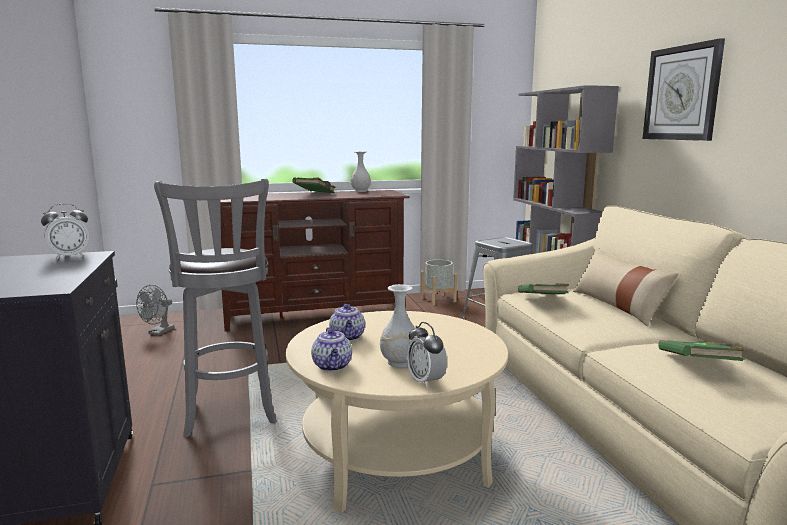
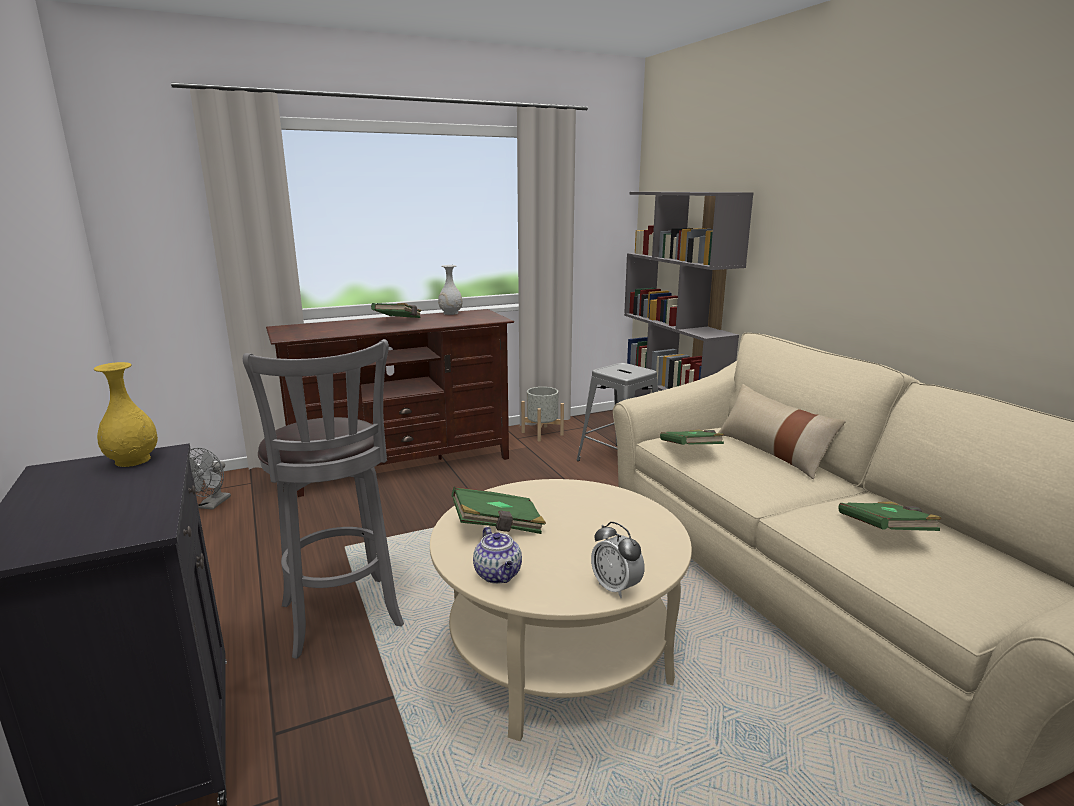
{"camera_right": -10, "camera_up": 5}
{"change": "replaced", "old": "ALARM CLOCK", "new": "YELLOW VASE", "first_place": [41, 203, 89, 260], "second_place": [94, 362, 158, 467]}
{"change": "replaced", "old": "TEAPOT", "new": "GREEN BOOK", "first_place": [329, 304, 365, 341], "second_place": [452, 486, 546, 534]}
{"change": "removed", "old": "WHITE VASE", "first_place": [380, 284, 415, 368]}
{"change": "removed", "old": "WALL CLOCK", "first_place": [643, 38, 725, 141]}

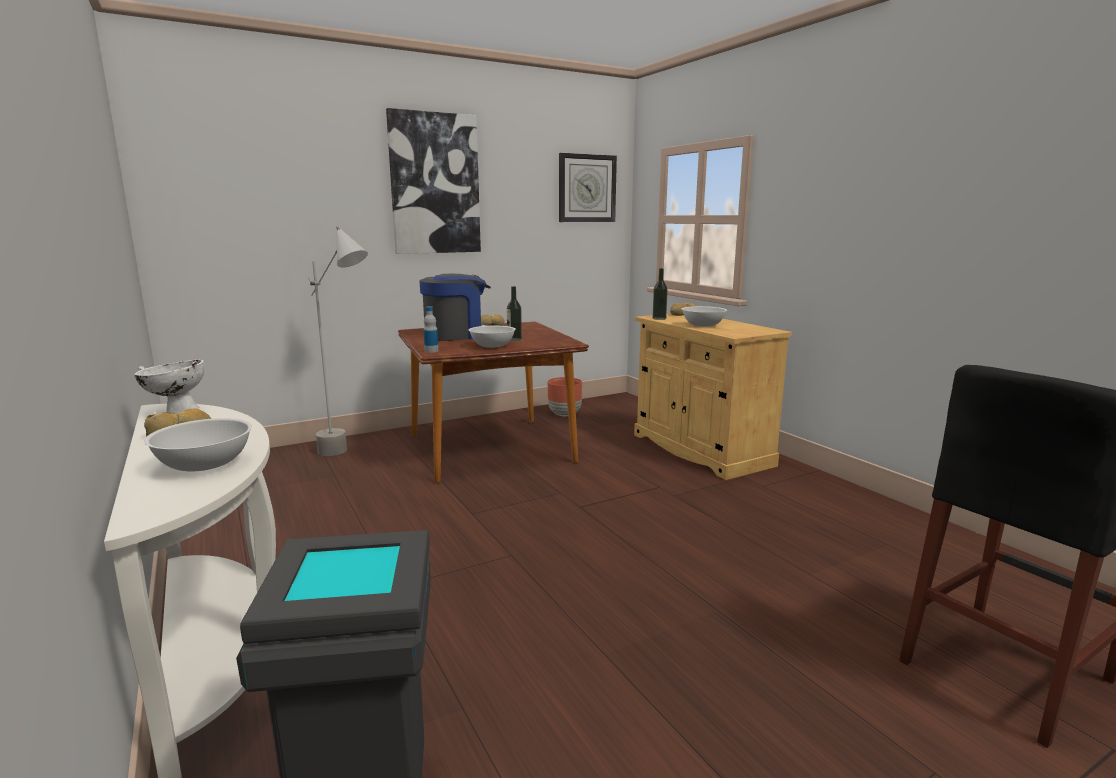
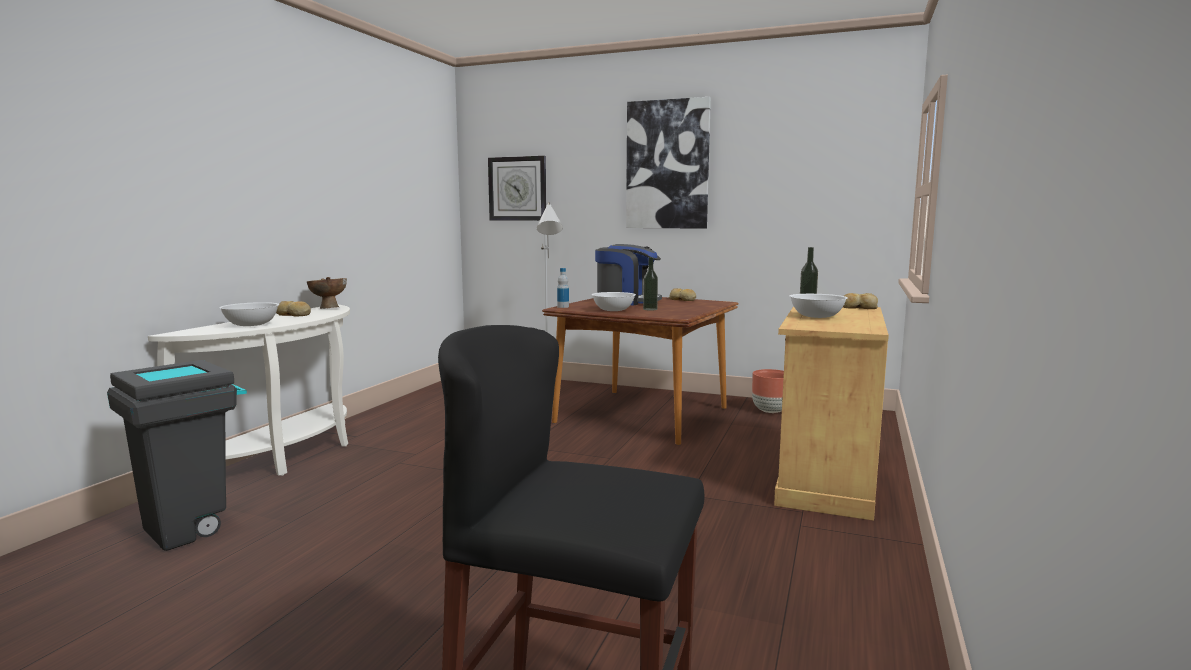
{"camera_right": 50, "camera_up": -5}
{"change": "recoloured", "old": "WHITE BOWL", "new": "BROWN BOWL", "first_place": [135, 359, 205, 414], "second_place": [307, 277, 347, 309]}
{"change": "moved", "old": "WALL CLOCK", "first_place": [559, 153, 617, 222], "second_place": [488, 156, 546, 221]}

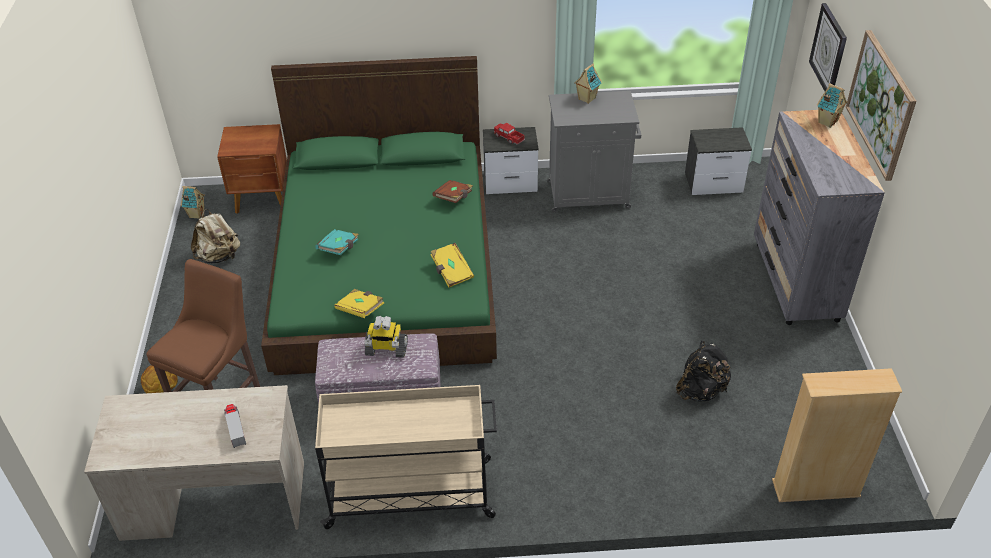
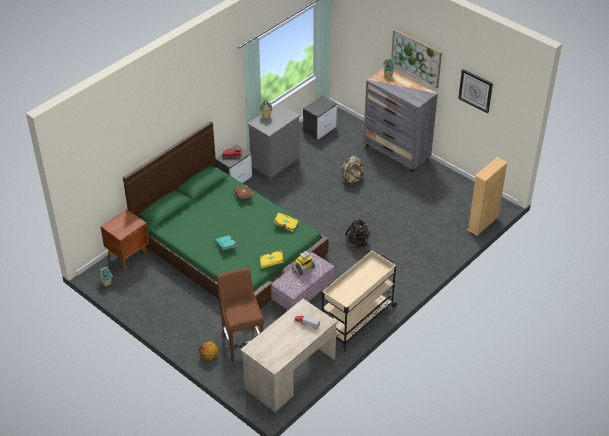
{"camera_right": -45, "camera_up": 0}
{"change": "moved", "old": "BEIGE BACKPACK", "first_place": [191, 209, 240, 263], "second_place": [342, 156, 364, 185]}
{"change": "moved", "old": "BLACK BACKPACK", "first_place": [676, 341, 732, 401], "second_place": [345, 219, 370, 251]}
{"change": "moved", "old": "WALL CLOCK", "first_place": [809, 3, 847, 91], "second_place": [458, 69, 493, 114]}

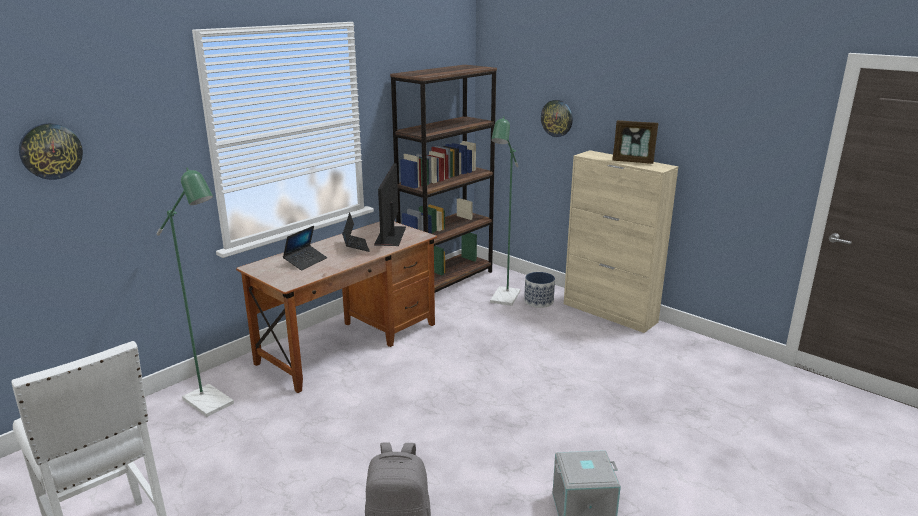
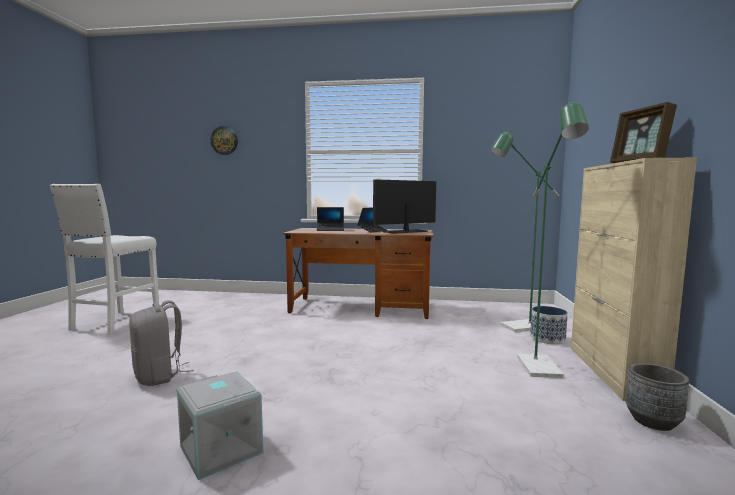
{"camera_right": 55, "camera_up": -15}
{"change": "moved", "old": "GREEN FLOOR LAMP", "first_place": [156, 167, 234, 417], "second_place": [517, 102, 589, 378]}
{"change": "added", "new": "GREY PLANTER", "second_place": [626, 363, 689, 431]}
{"change": "removed", "old": "BROWN BOOKCASE", "first_place": [390, 65, 497, 293]}
{"change": "removed", "old": "WALL CLOCK", "first_place": [541, 100, 573, 137]}

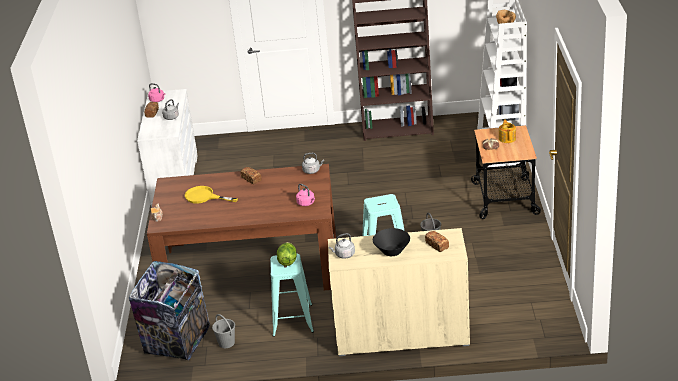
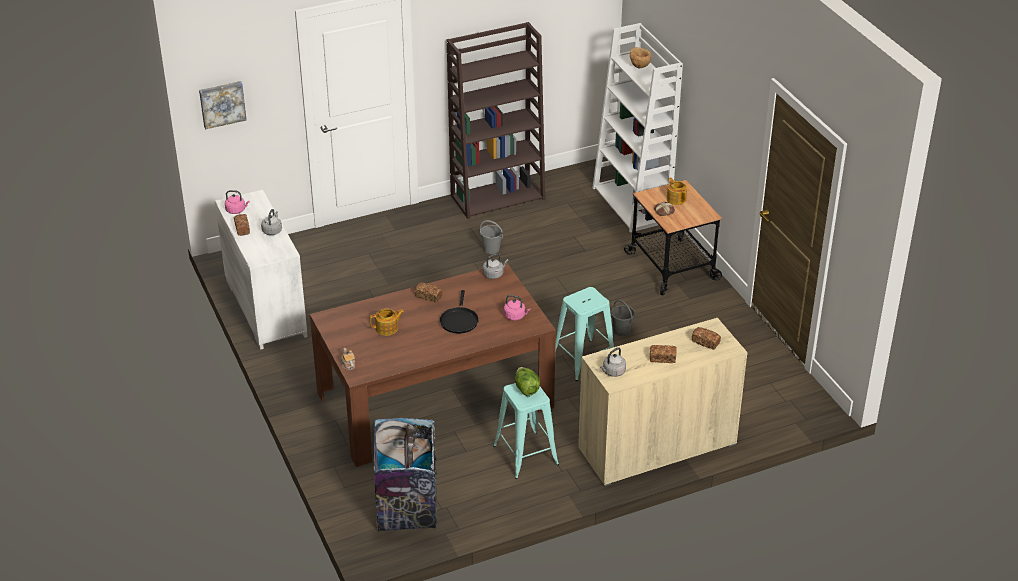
{"camera_right": -25, "camera_up": 5}
{"change": "added", "new": "PICTURE", "second_place": [199, 81, 247, 129]}
{"change": "replaced", "old": "YELLOW FRYING PAN", "new": "TEAPOT", "first_place": [185, 186, 238, 204], "second_place": [369, 308, 404, 336]}
{"change": "added", "new": "BLACK FRYING PAN", "second_place": [440, 290, 479, 334]}
{"change": "moved", "old": "GREY BUCKET", "first_place": [212, 314, 235, 348], "second_place": [480, 220, 503, 254]}
{"change": "replaced", "old": "BLACK BOWL", "new": "BREAD", "first_place": [373, 228, 410, 256], "second_place": [650, 345, 677, 363]}

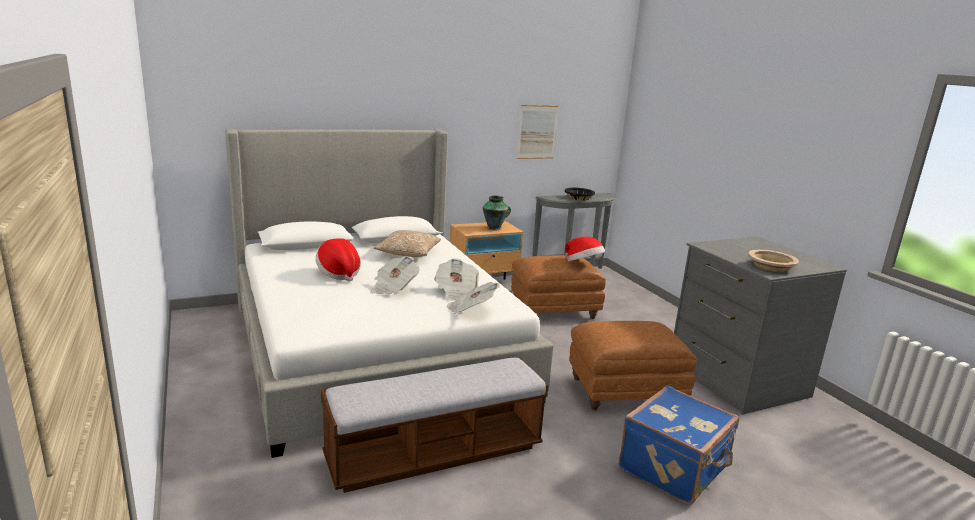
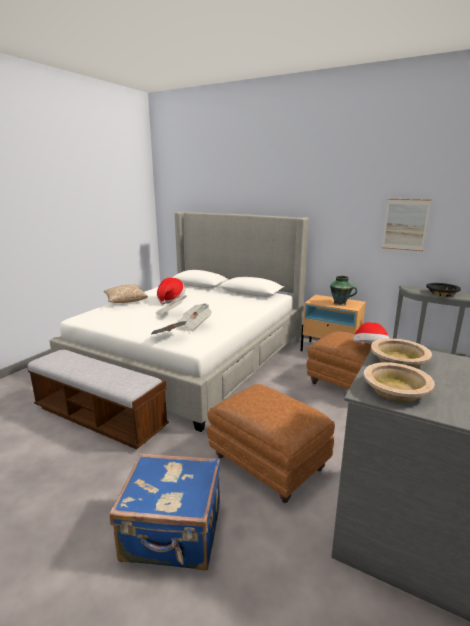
{"camera_right": 55, "camera_up": 0}
{"change": "moved", "old": "PILLOW", "first_place": [374, 230, 441, 257], "second_place": [104, 284, 148, 303]}
{"change": "added", "new": "BEIGE BOWL", "second_place": [371, 338, 432, 368]}

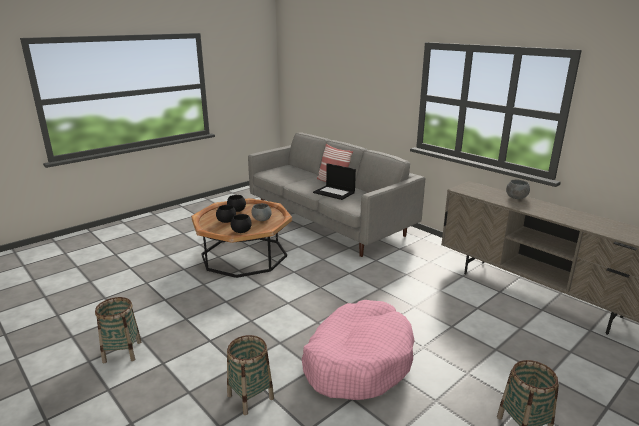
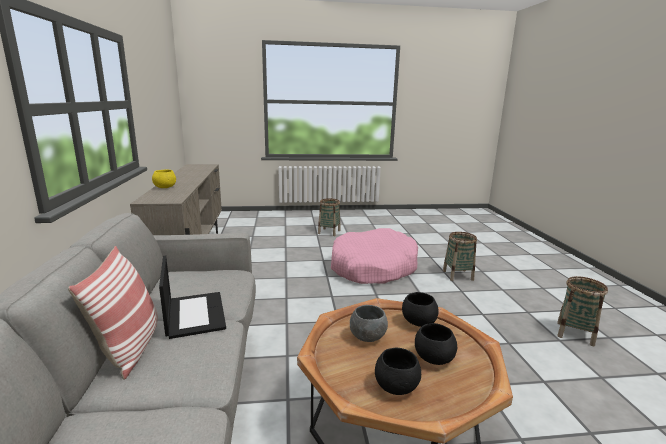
{"camera_right": -145, "camera_up": -5}
{"change": "recoloured", "old": "GREY BOWL", "new": "YELLOW BOWL", "first_place": [506, 180, 530, 199], "second_place": [152, 170, 176, 188]}

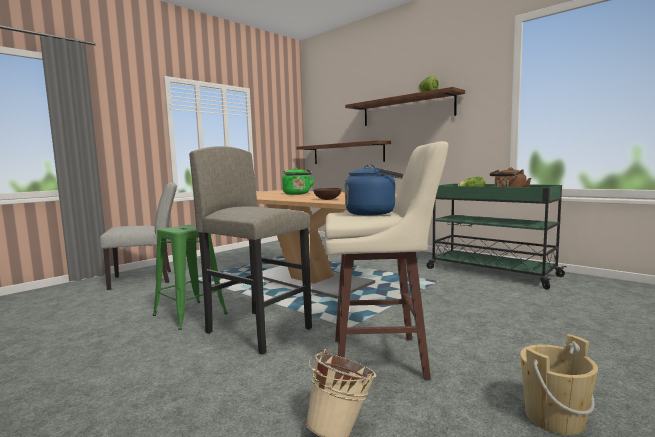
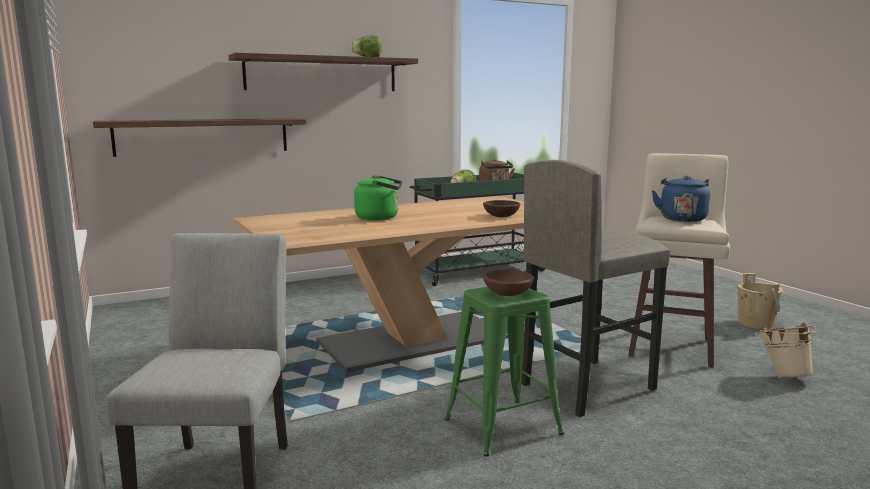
{"camera_right": -70, "camera_up": 5}
{"change": "added", "new": "BROWN BOWL", "second_place": [483, 270, 534, 296]}

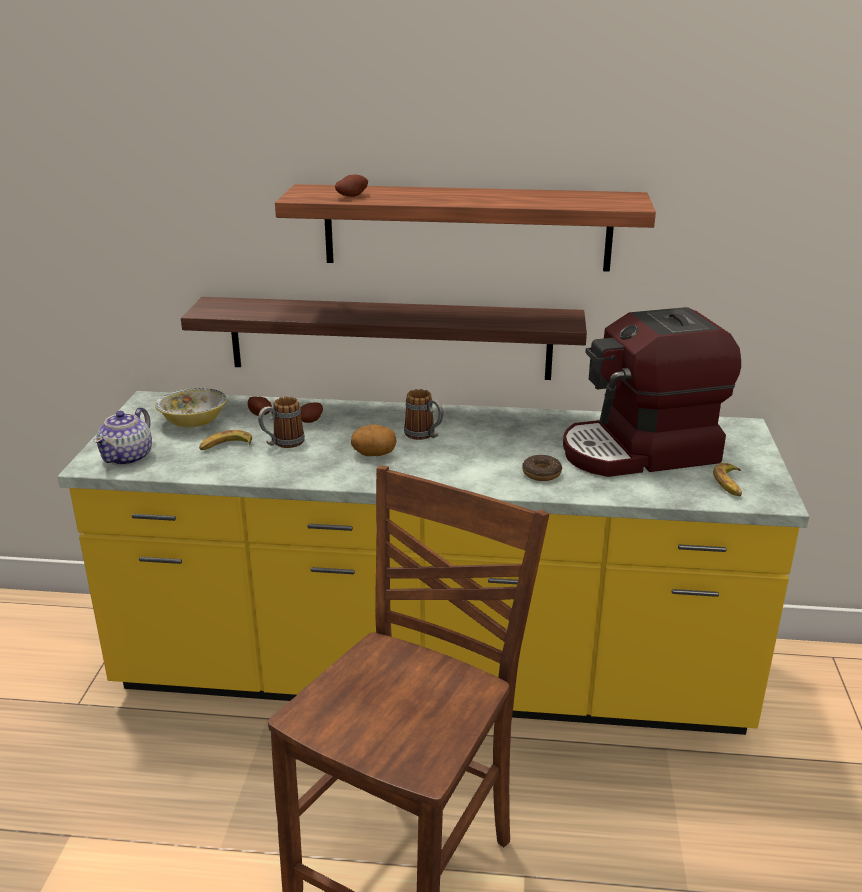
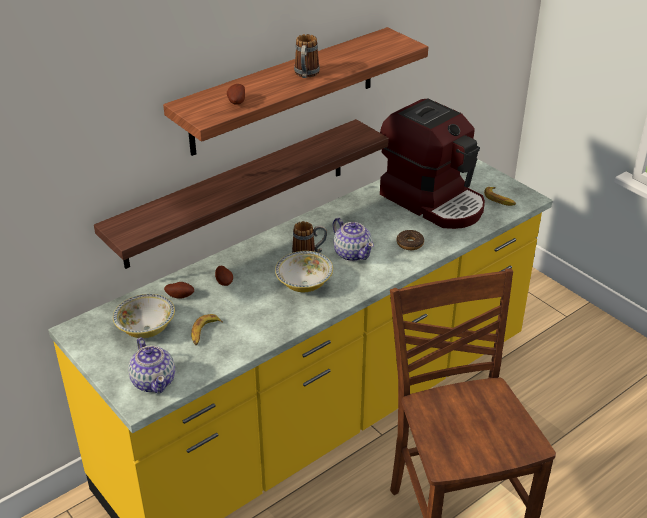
{"camera_right": -45, "camera_up": 10}
{"change": "replaced", "old": "POTATO", "new": "BOWL", "first_place": [351, 424, 397, 456], "second_place": [275, 251, 333, 292]}
{"change": "moved", "old": "MUG", "first_place": [258, 396, 305, 448], "second_place": [294, 34, 320, 78]}
{"change": "added", "new": "TEAPOT", "second_place": [333, 218, 374, 261]}
{"change": "turned", "old": "COFFEE MACHINE", "first_place": [563, 307, 741, 477], "second_place": [380, 99, 485, 229], "degrees": -75}

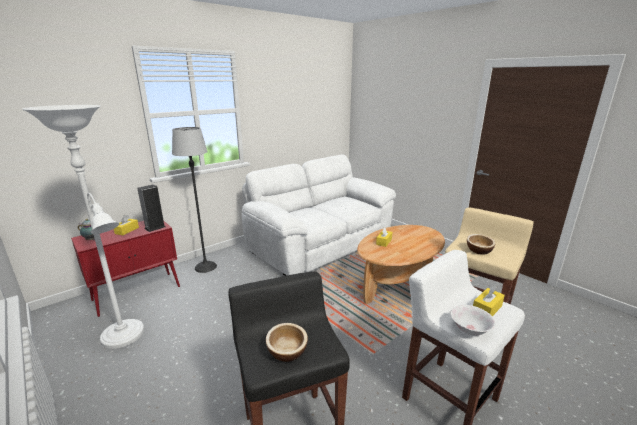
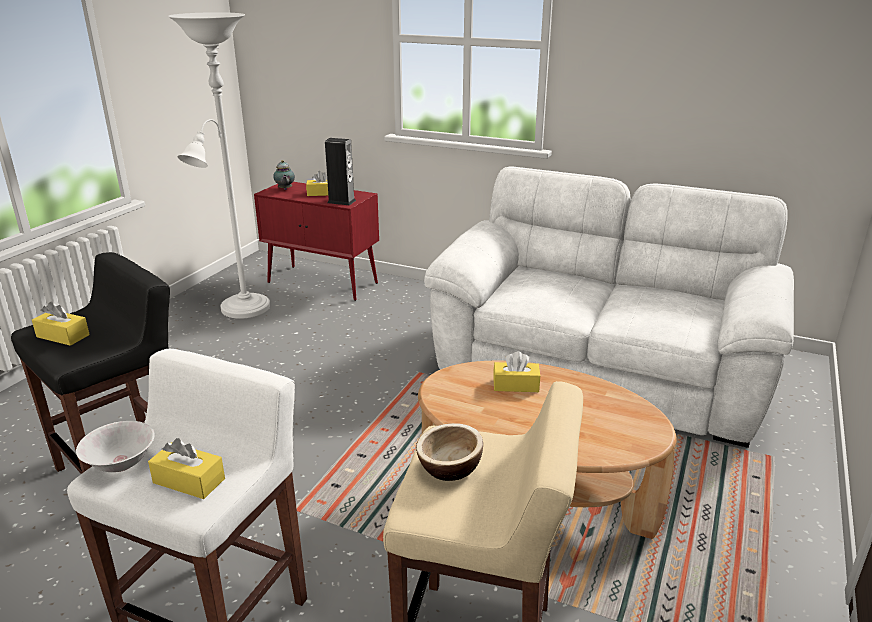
{"camera_right": 65, "camera_up": 5}
{"change": "replaced", "old": "BOWL", "new": "YELLOW TISSUE BOX", "first_place": [266, 323, 308, 362], "second_place": [32, 301, 90, 346]}
{"change": "removed", "old": "FLOOR LAMP", "first_place": [172, 127, 217, 273]}

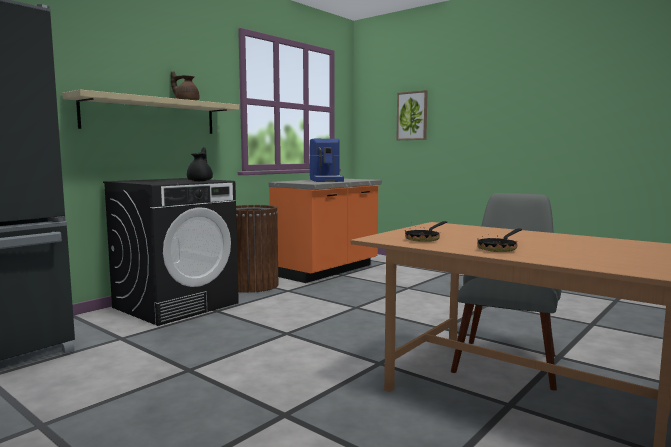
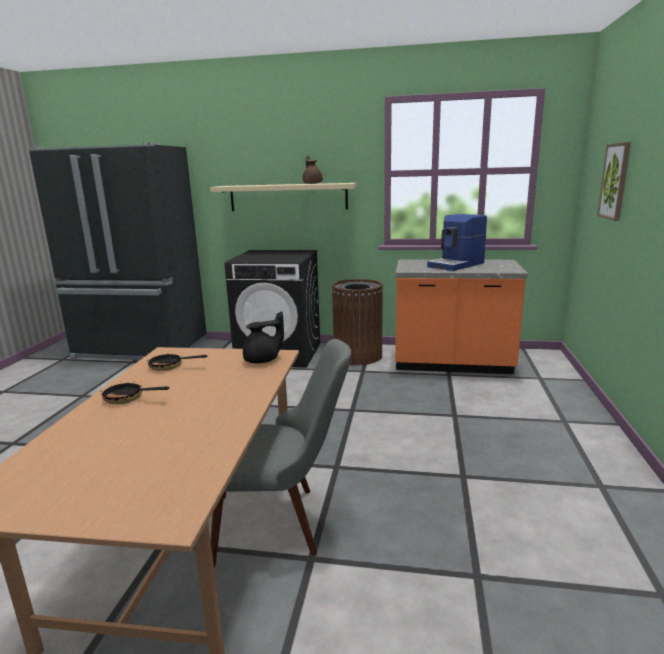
{"camera_right": 60, "camera_up": 10}
{"change": "moved", "old": "BLACK TEAPOT", "first_place": [187, 147, 213, 181], "second_place": [243, 311, 284, 364]}

